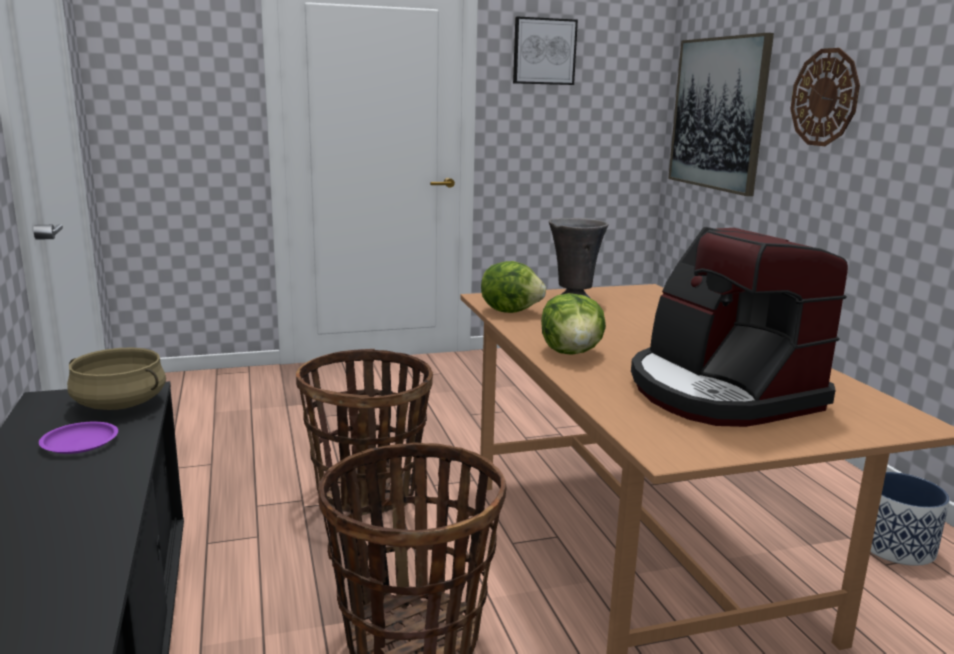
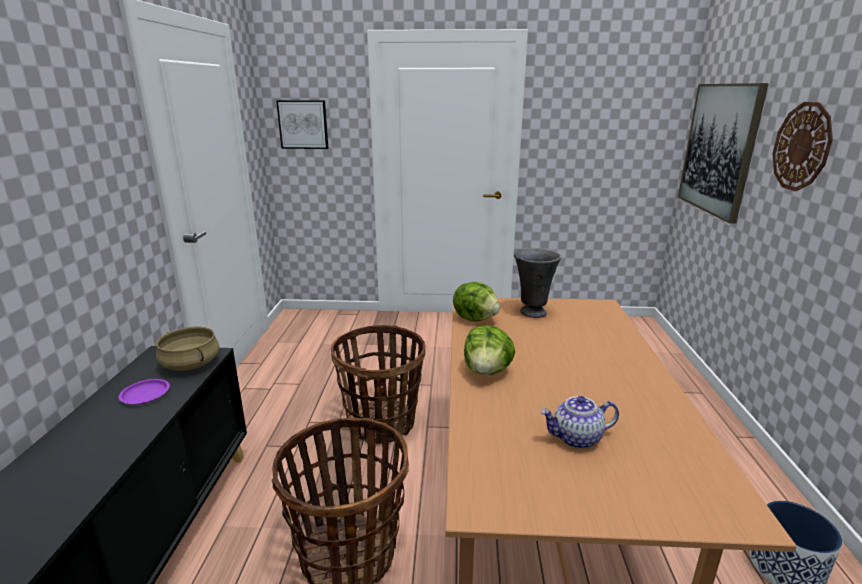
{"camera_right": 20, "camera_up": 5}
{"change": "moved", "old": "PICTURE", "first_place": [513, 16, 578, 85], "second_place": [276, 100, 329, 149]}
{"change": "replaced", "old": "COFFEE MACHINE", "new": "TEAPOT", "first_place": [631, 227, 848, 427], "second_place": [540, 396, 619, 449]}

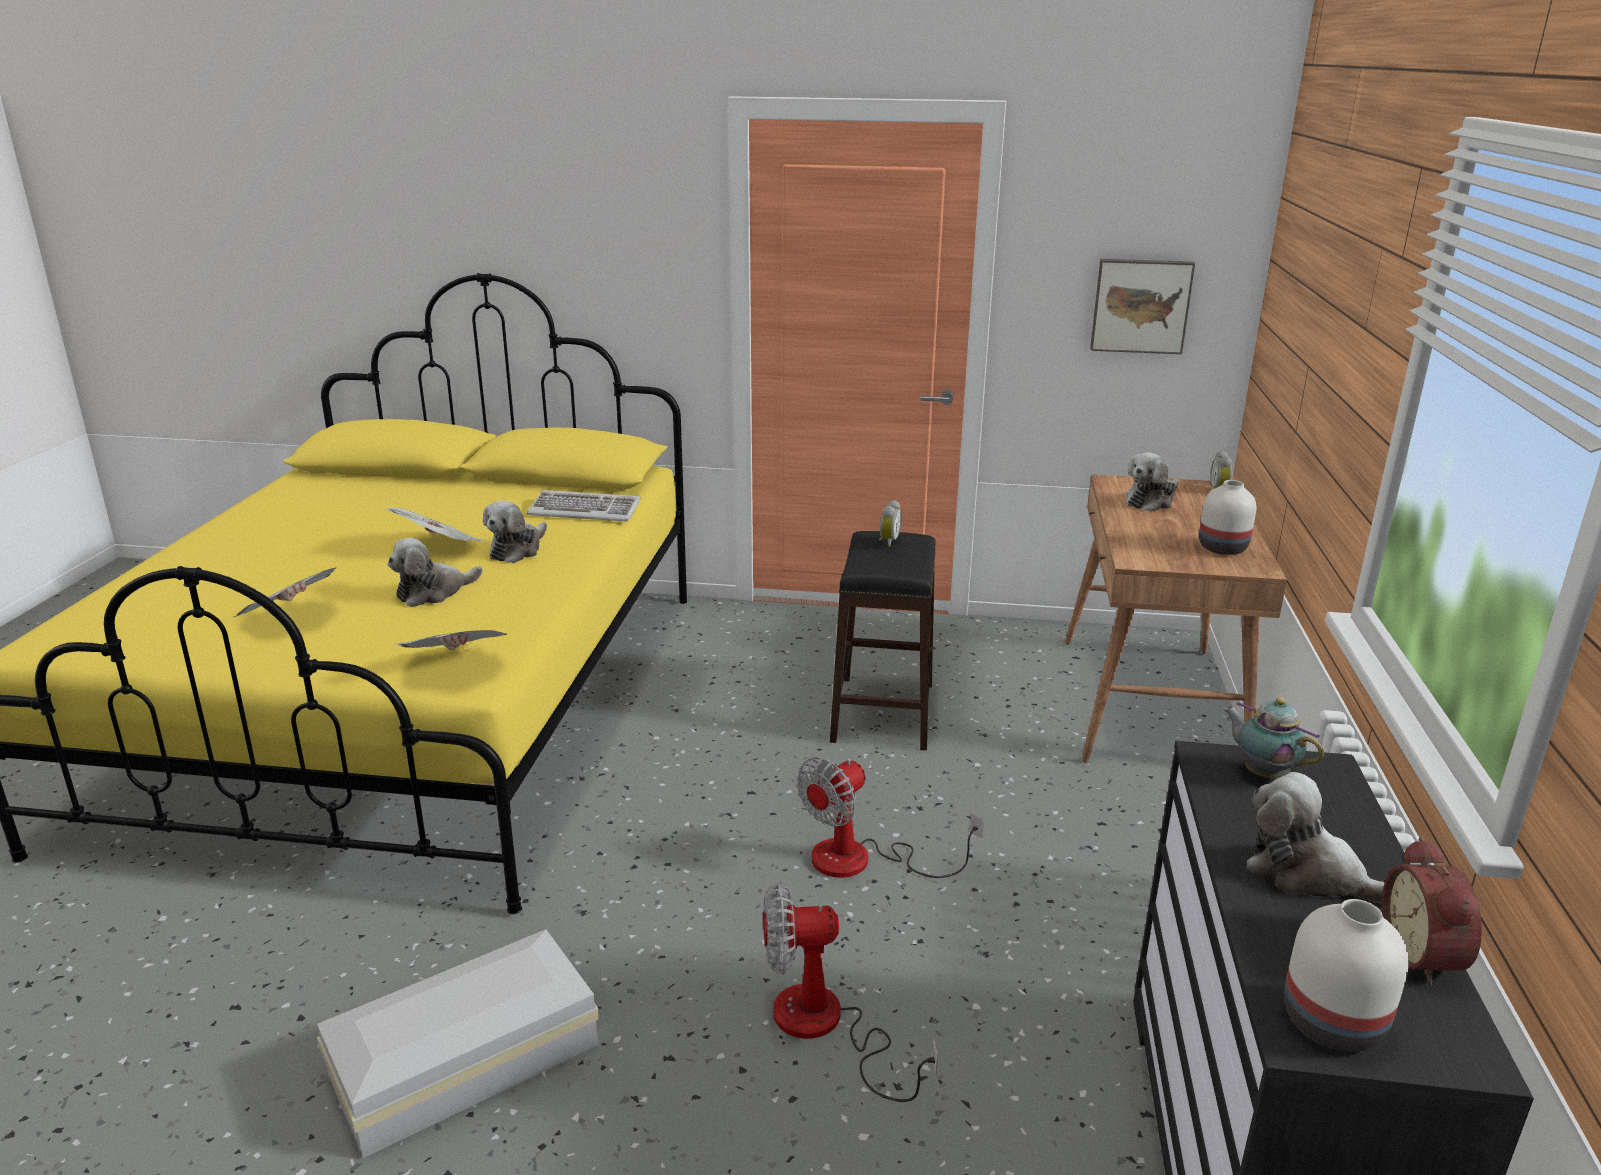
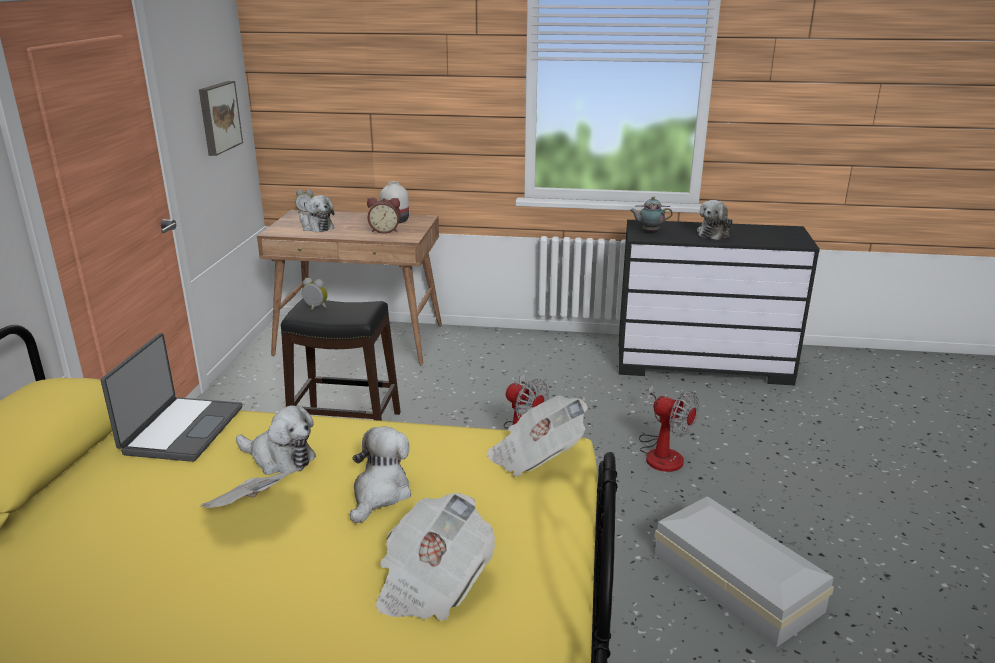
{"camera_right": -90, "camera_up": 0}
{"change": "replaced", "old": "KEYBOARD", "new": "LAPTOP", "first_place": [527, 490, 641, 521], "second_place": [101, 333, 242, 462]}
{"change": "turned", "old": "PLUSH TOY", "first_place": [388, 538, 483, 607], "second_place": [350, 427, 411, 523], "degrees": -120}
{"change": "moved", "old": "ALARM CLOCK", "first_place": [1382, 837, 1482, 986], "second_place": [367, 198, 401, 234]}
{"change": "turned", "old": "TEAPOT", "first_place": [1223, 697, 1324, 779], "second_place": [630, 196, 673, 232], "degrees": 45}
{"change": "turned", "old": "FAN", "first_place": [763, 883, 938, 1102], "second_place": [639, 385, 699, 472], "degrees": -45}
{"change": "removed", "old": "WHITE VASE", "first_place": [1284, 899, 1409, 1052]}

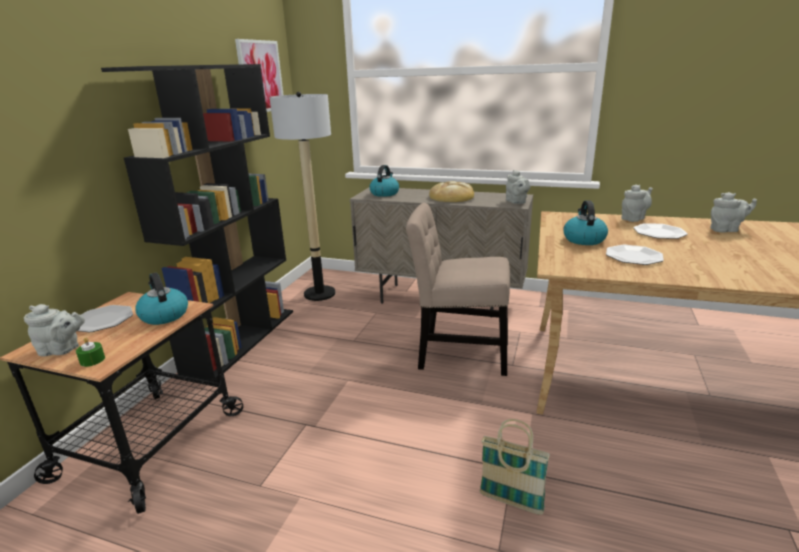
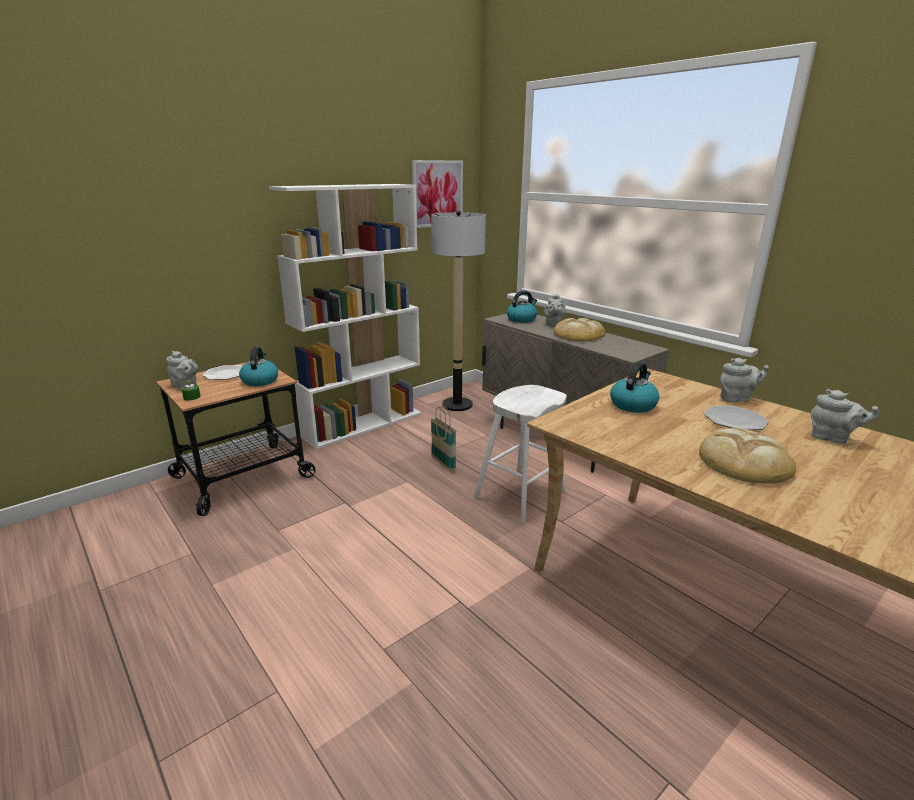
{"camera_right": 30, "camera_up": 0}
{"change": "recoloured", "old": "BLACK BOOKCASE", "new": "WHITE BOOKCASE", "first_place": [101, 64, 293, 381], "second_place": [269, 184, 421, 449]}
{"change": "moved", "old": "BASKET", "first_place": [479, 419, 550, 515], "second_place": [431, 406, 456, 472]}
{"change": "replaced", "old": "BEIGE CHAIR", "new": "WHITE STOOL", "first_place": [406, 203, 510, 376], "second_place": [474, 385, 567, 522]}
{"change": "moved", "old": "GREY TEAPOT", "first_place": [506, 170, 531, 204], "second_place": [544, 293, 566, 326]}
{"change": "added", "new": "BREAD", "second_place": [699, 428, 796, 484]}
{"change": "removed", "old": "PLATE", "first_place": [606, 245, 664, 265]}

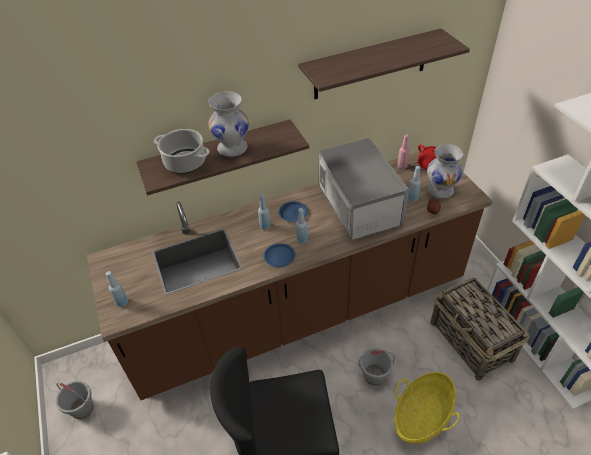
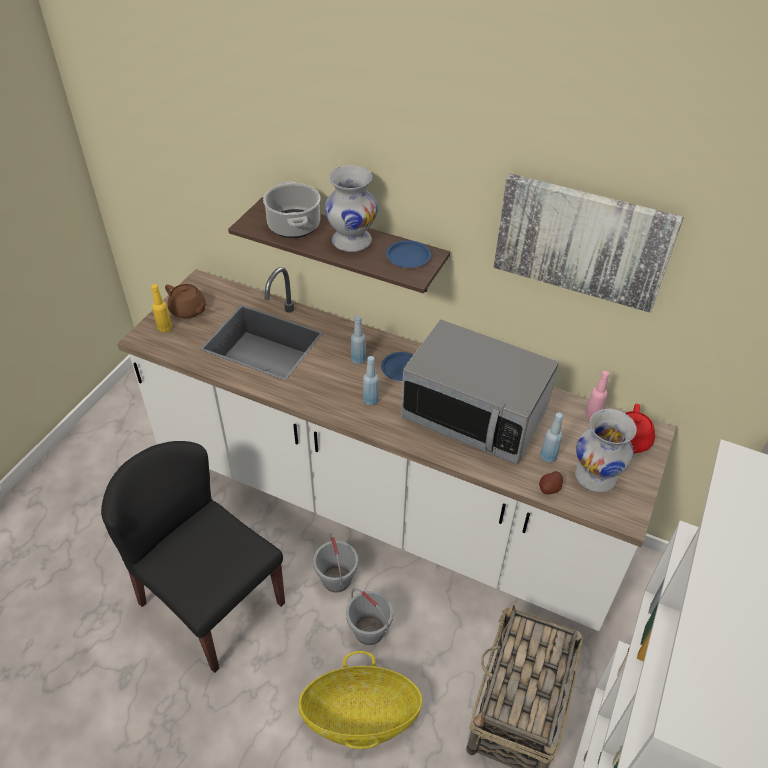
{"camera_right": 45, "camera_up": 0}
{"change": "recoloured", "old": "BROWN COUNTER", "new": "WHITE COUNTER", "first_place": [87, 146, 493, 400], "second_place": [117, 267, 676, 631]}
{"change": "recoloured", "old": "BLUE BOTTLE", "new": "YELLOW BOTTLE", "first_place": [106, 271, 128, 307], "second_place": [151, 284, 172, 332]}
{"change": "added", "new": "BROWN TEAPOT", "second_place": [165, 284, 207, 319]}
{"change": "moved", "old": "GREY BUCKET", "first_place": [56, 381, 93, 419], "second_place": [313, 533, 358, 592]}
{"change": "moved", "old": "BLUE PLATE", "first_place": [264, 243, 295, 267], "second_place": [386, 240, 431, 268]}
{"change": "turned", "old": "MICROWAVE", "first_place": [319, 138, 409, 240], "second_place": [401, 319, 559, 464], "degrees": 90}
{"change": "replaced", "old": "SHELF", "new": "PICTURE", "first_place": [298, 28, 470, 99], "second_place": [494, 173, 684, 313]}

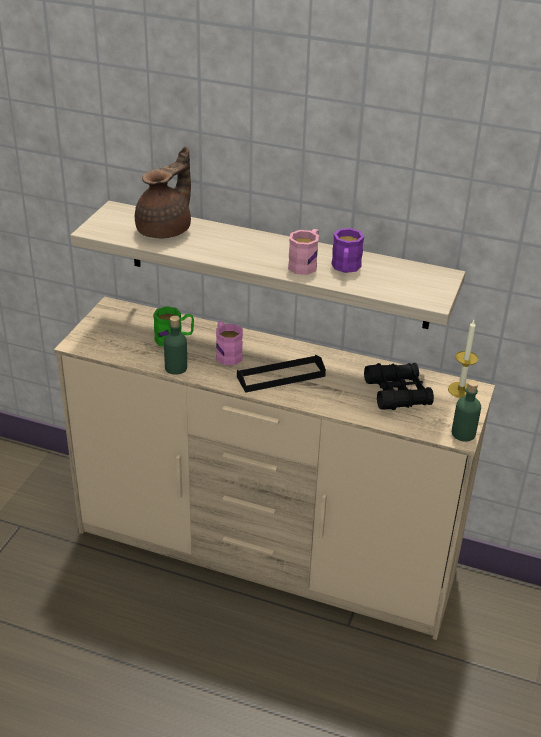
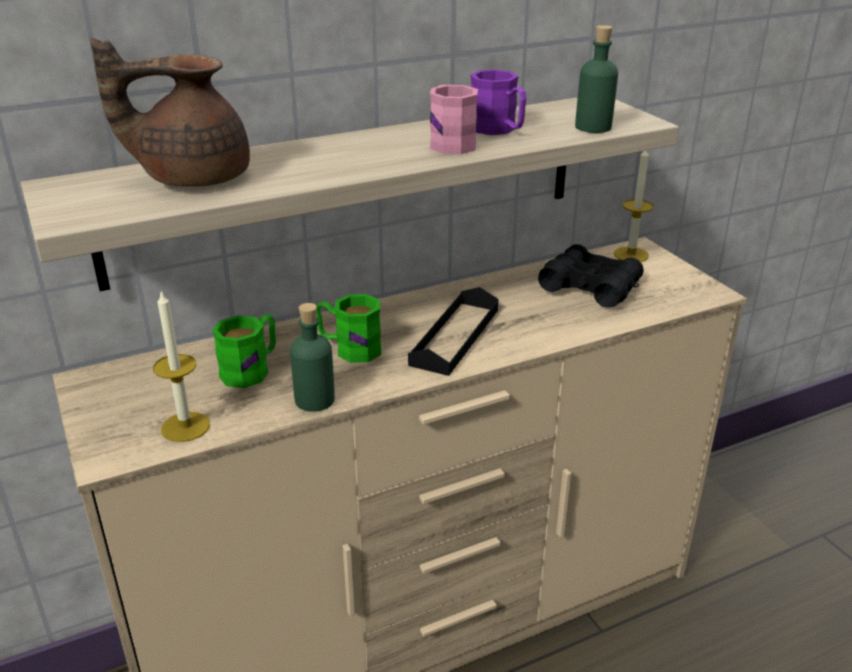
{"camera_right": -45, "camera_up": -5}
{"change": "turned", "old": "BROWN TEAPOT", "first_place": [135, 146, 191, 238], "second_place": [90, 37, 250, 186], "degrees": -90}
{"change": "added", "new": "CANDLE", "second_place": [153, 290, 210, 442]}
{"change": "recoloured", "old": "PINK MUG", "new": "GREEN MUG", "first_place": [216, 321, 243, 365], "second_place": [316, 294, 382, 363]}
{"change": "moved", "old": "GREEN BOTTLE", "first_place": [452, 380, 481, 442], "second_place": [575, 25, 618, 133]}

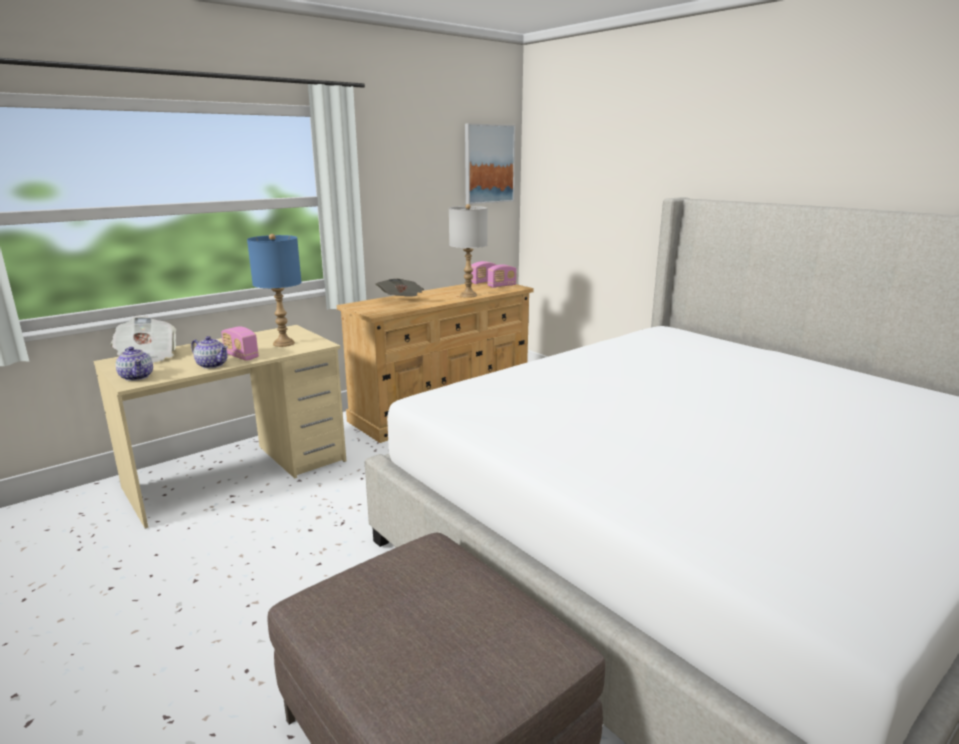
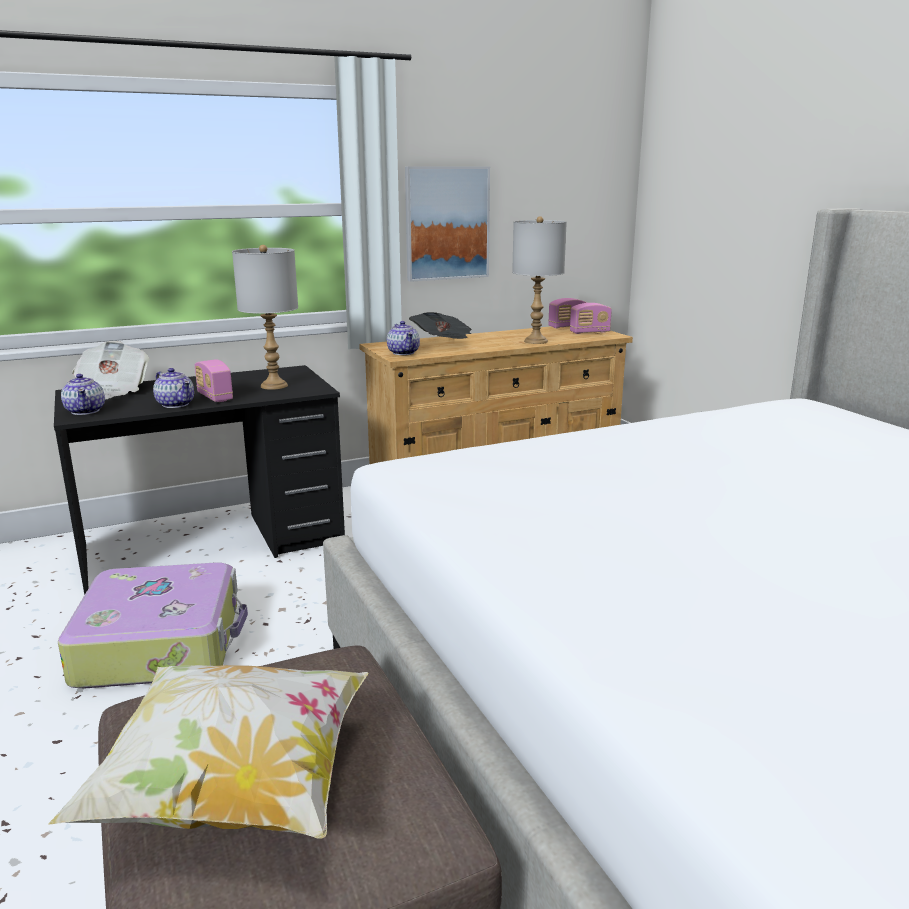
{"camera_right": 15, "camera_up": 0}
{"change": "added", "new": "PILLOW", "second_place": [48, 665, 368, 839]}
{"change": "recoloured", "old": "BEIGE DESK", "new": "BLACK DESK", "first_place": [93, 325, 346, 528], "second_place": [54, 365, 345, 595]}
{"change": "added", "new": "SUITCASE", "second_place": [58, 562, 248, 688]}
{"change": "recoloured", "old": "BLUE TABLE LAMP", "new": "GREY TABLE LAMP", "first_place": [247, 234, 302, 347], "second_place": [232, 245, 298, 390]}
{"change": "added", "new": "TEAPOT", "second_place": [387, 321, 420, 355]}
{"change": "moved", "old": "PICTURE", "first_place": [465, 124, 515, 205], "second_place": [405, 167, 490, 282]}

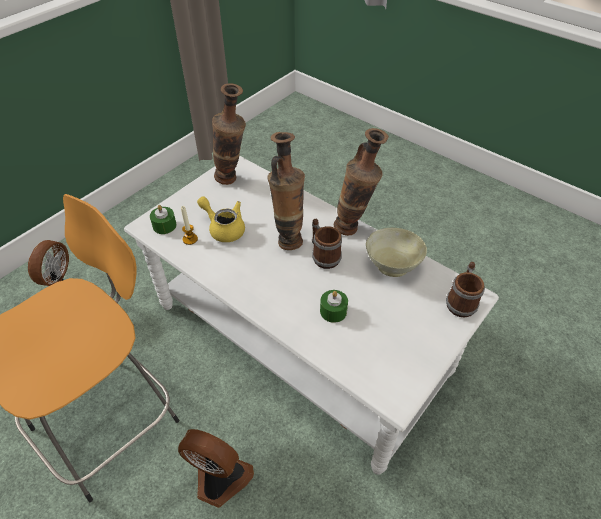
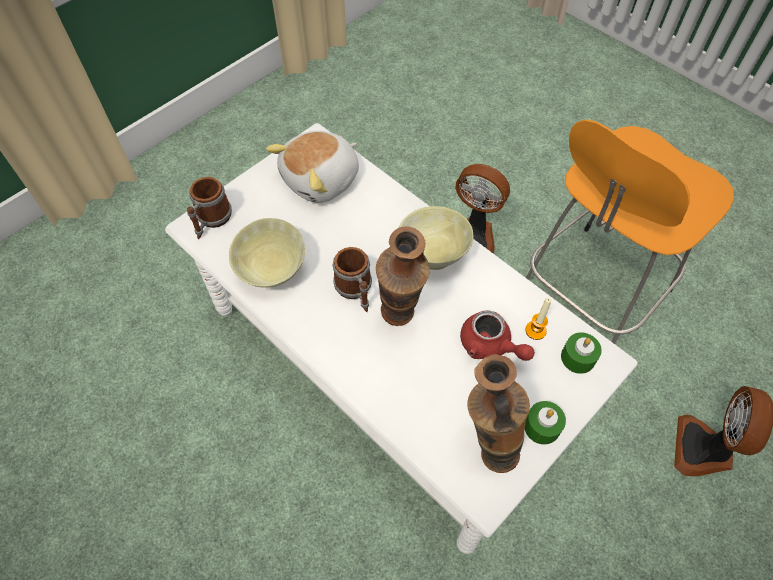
{"camera_right": -175, "camera_up": 10}
{"change": "added", "new": "PLUSH TOY", "second_place": [266, 131, 359, 203]}
{"change": "added", "new": "BEIGE BOWL", "second_place": [399, 206, 474, 270]}
{"change": "recoloured", "old": "YELLOW TEAPOT", "new": "RED TEAPOT", "first_place": [197, 196, 245, 242], "second_place": [460, 310, 535, 361]}
{"change": "moved", "old": "GREEN CANDLE", "first_place": [320, 290, 348, 323], "second_place": [525, 401, 566, 445]}
{"change": "removed", "old": "VASE", "first_place": [334, 128, 389, 236]}

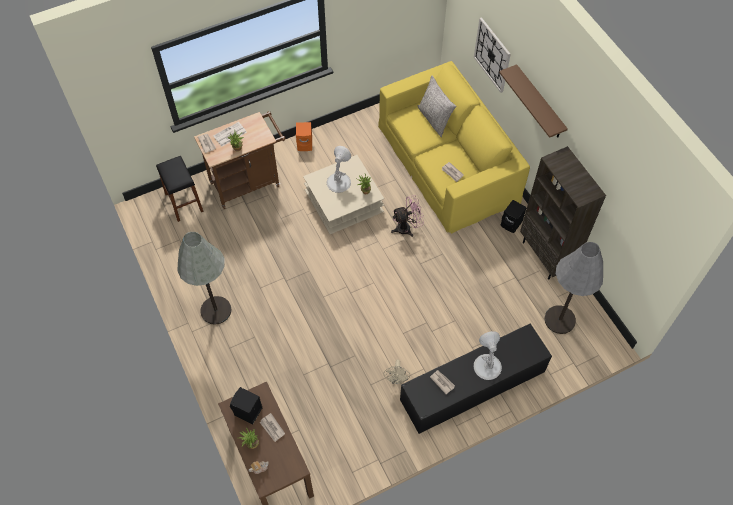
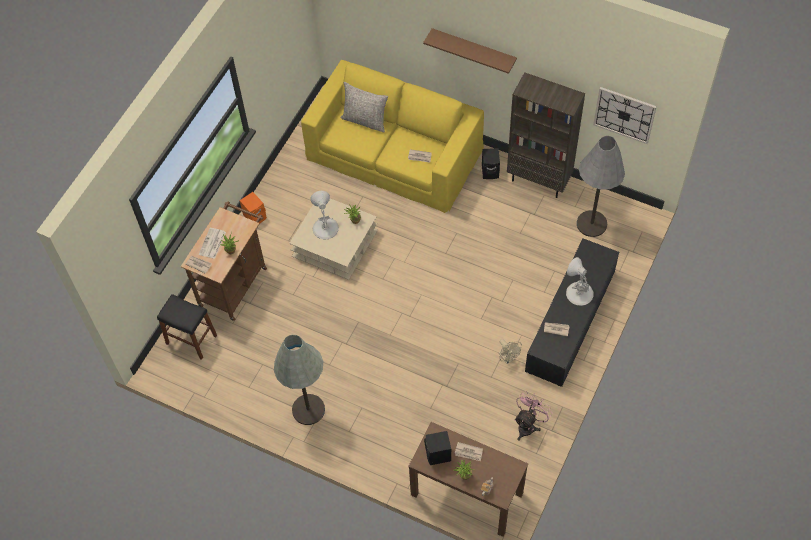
{"camera_right": -35, "camera_up": 0}
{"change": "moved", "old": "PINK FAN", "first_place": [391, 195, 424, 237], "second_place": [515, 391, 552, 441]}
{"change": "moved", "old": "WALL CLOCK", "first_place": [474, 17, 511, 93], "second_place": [593, 87, 657, 144]}

